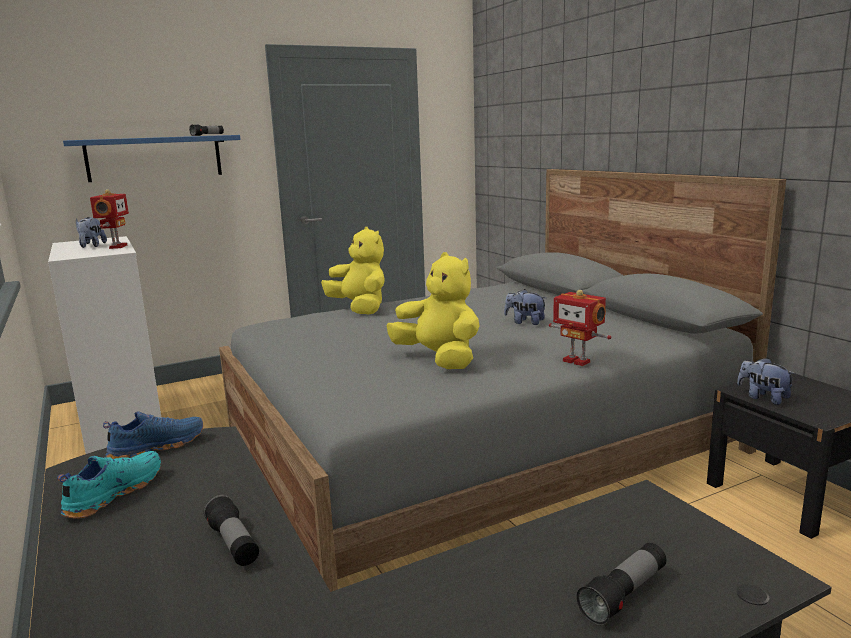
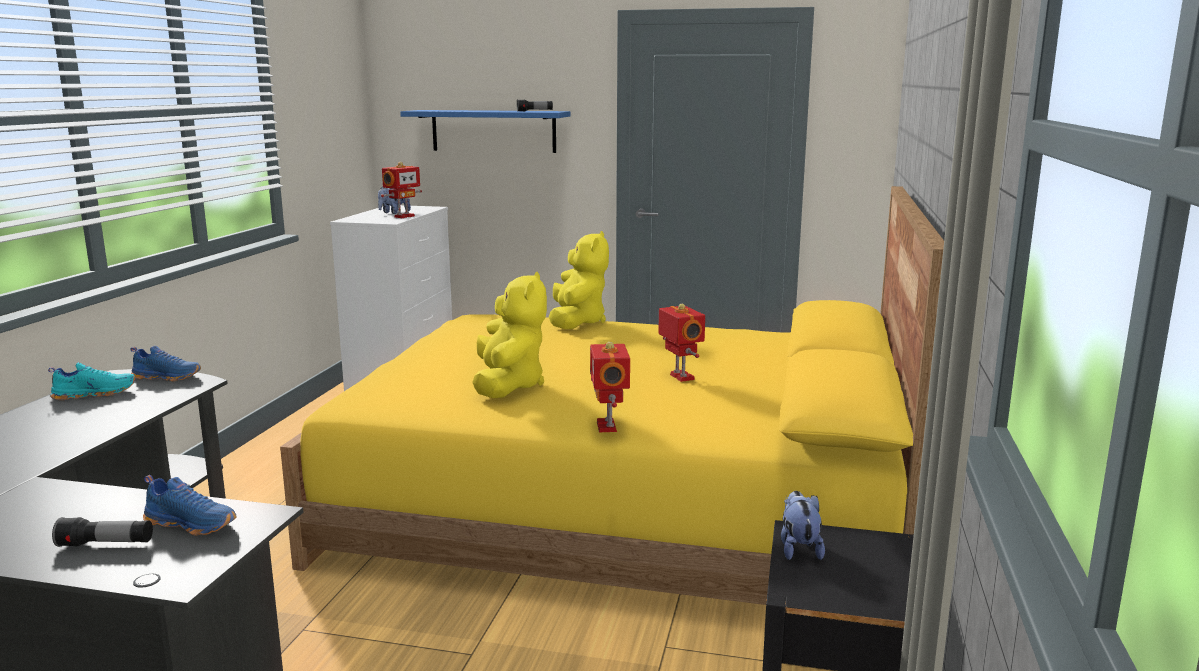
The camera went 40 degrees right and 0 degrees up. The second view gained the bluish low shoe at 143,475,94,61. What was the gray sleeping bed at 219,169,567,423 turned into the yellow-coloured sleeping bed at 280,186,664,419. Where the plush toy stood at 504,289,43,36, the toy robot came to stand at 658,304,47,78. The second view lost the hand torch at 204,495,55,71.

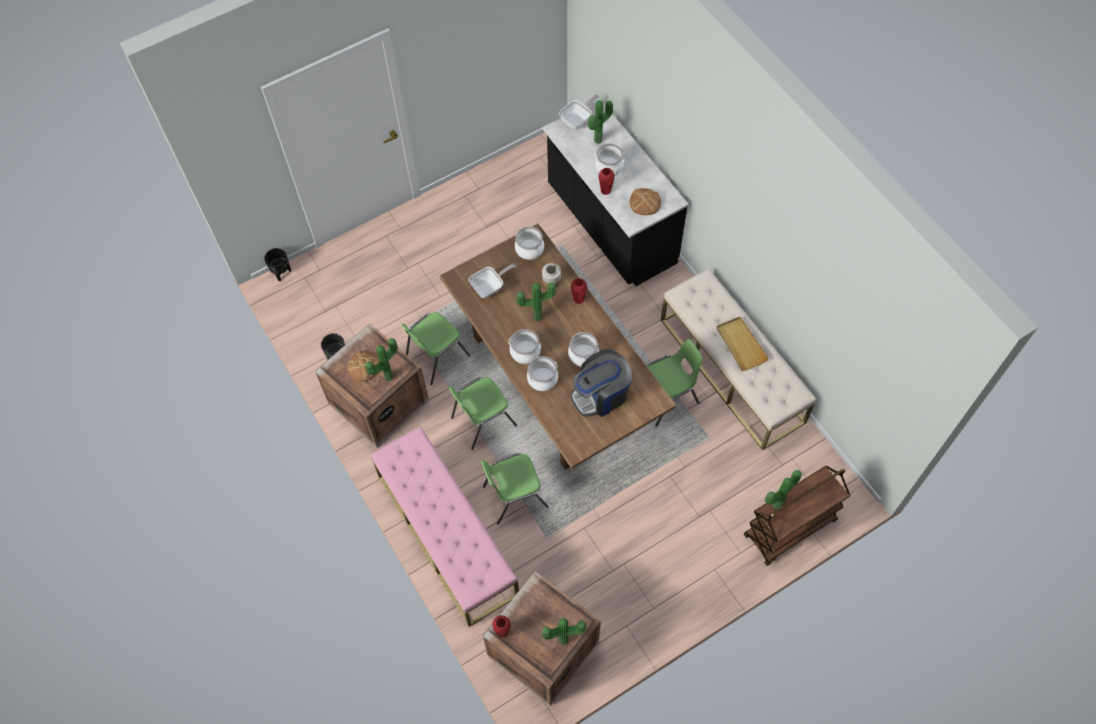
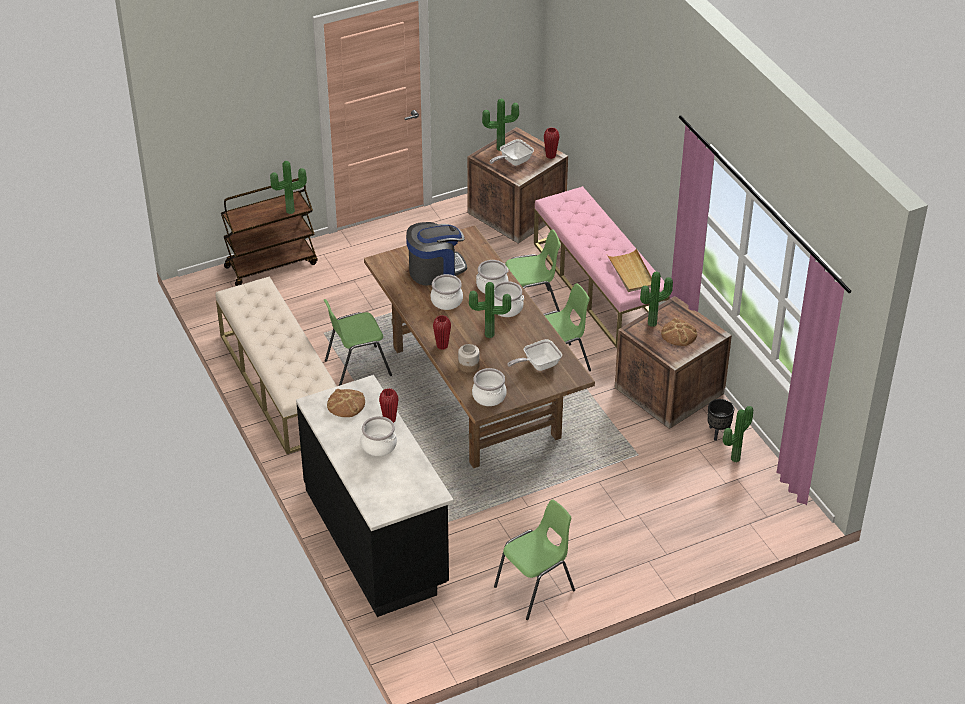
The camera went 175 degrees left and 20 degrees down. The pan ended up elsewhere, having gone from 559,94,40,35 to 490,139,44,27. The green-coloured upright chair ended up elsewhere, having gone from 401,312,69,73 to 494,499,81,121. The beige-coloured tray ended up elsewhere, having gone from 716,317,53,54 to 607,248,45,44. The plant in a pot ended up elsewhere, having gone from 588,100,25,44 to 723,406,30,56. The second view lost the blackish planter at 264,248,27,33.

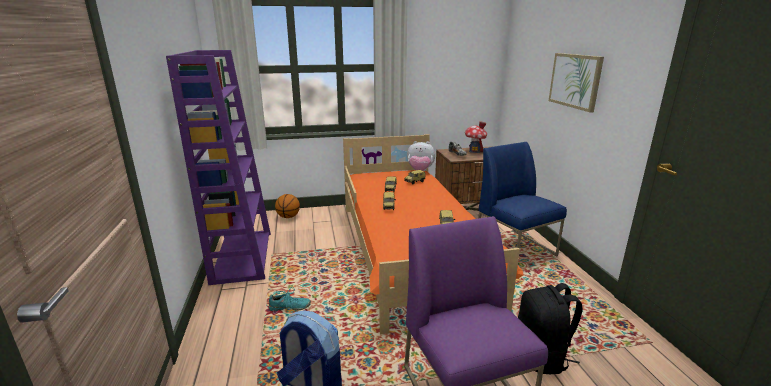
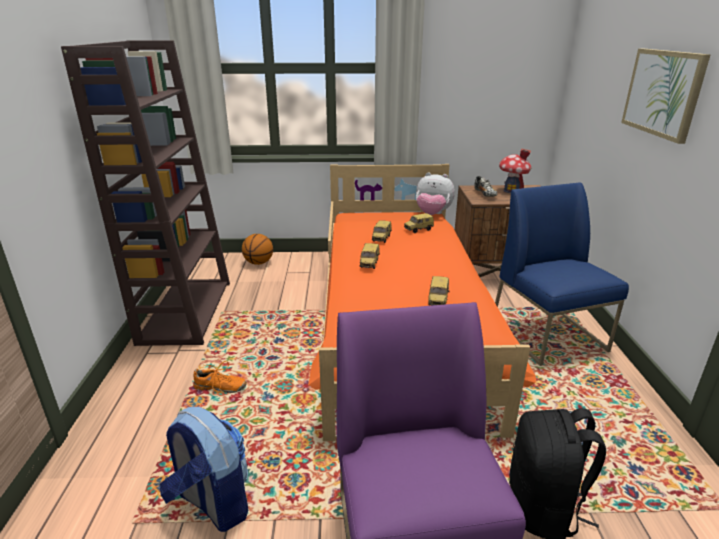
The camera went 10 degrees right and 5 degrees up. What was the purple-coloured shelving unit at 166,50,105,235 turned into the brownish shelving unit at 61,40,169,306. What was the turquoise-coloured low shoe at 269,287,42,24 turned into the orange-coloured low shoe at 193,361,54,32.

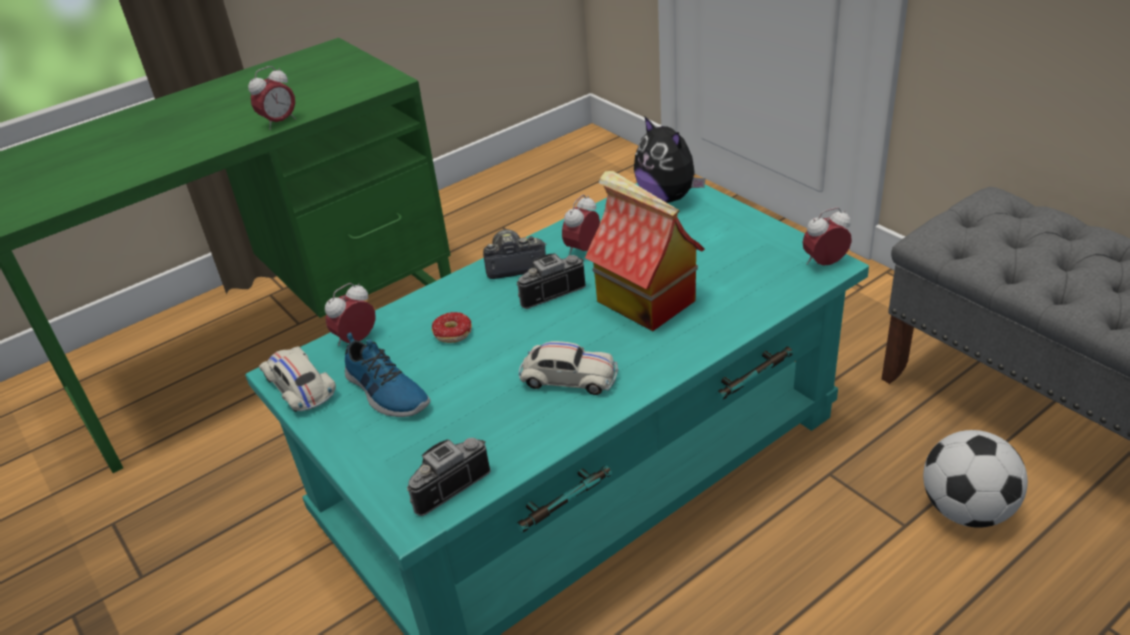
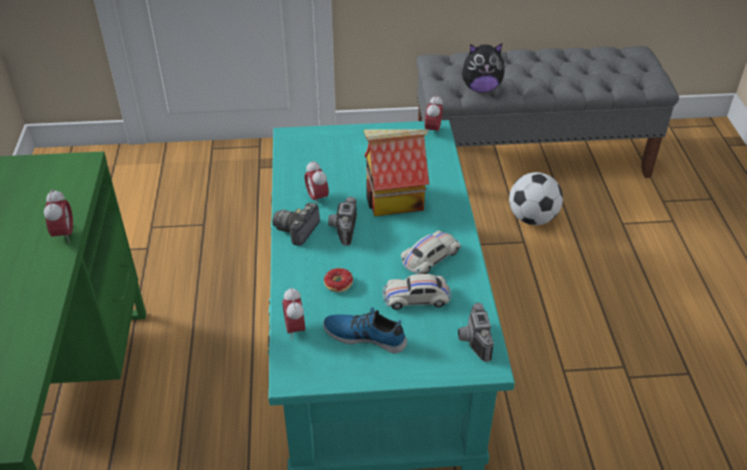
The camera went 60 degrees left and 5 degrees up. The low shoe at 345,333,86,84 ended up facing another way, 150 degrees counterclockwise from before. The white toy car ended up elsewhere, having gone from 259,347,77,65 to 382,274,69,36. The plush toy ended up elsewhere, having gone from 634,116,71,87 to 462,43,43,50.

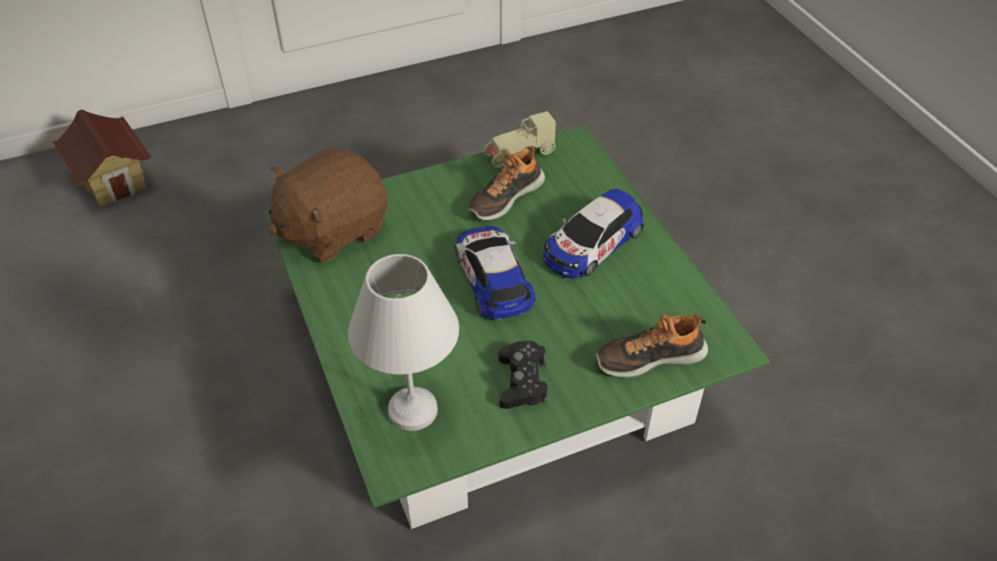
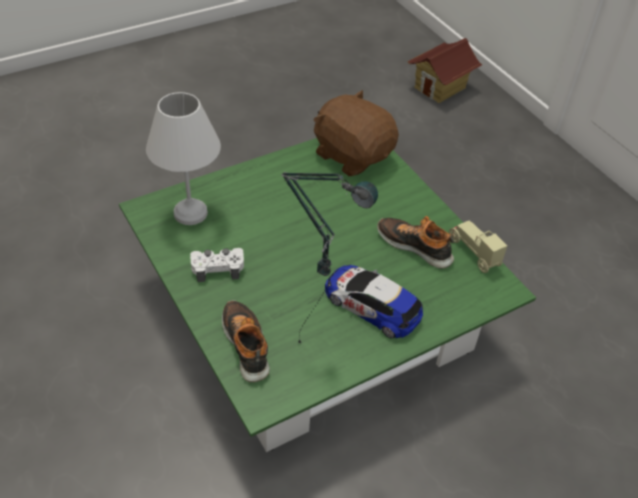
The camera went 80 degrees right and 0 degrees up. What was the blackish gamepad at 499,341,50,68 turned into the white gamepad at 190,248,54,34. The second view gained the table lamp at 281,172,97,173. The second view lost the toy car at 455,226,81,94.

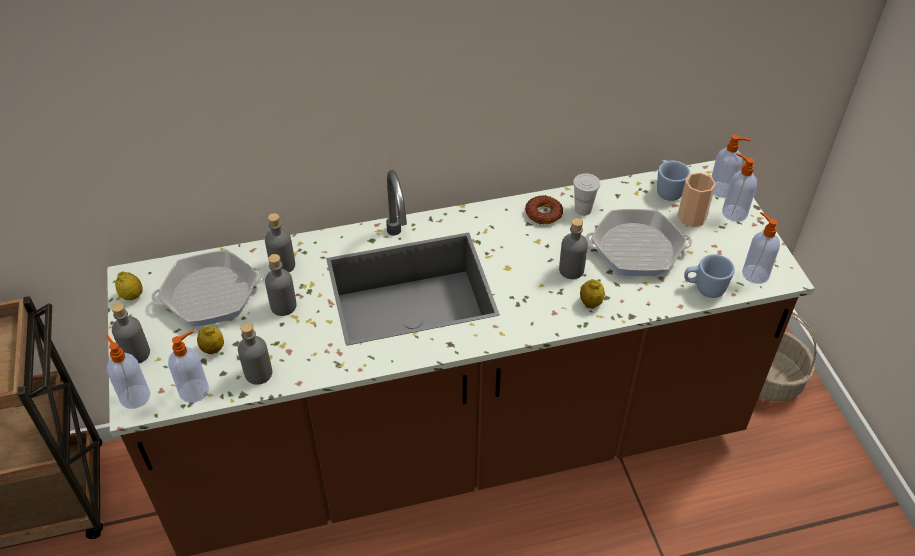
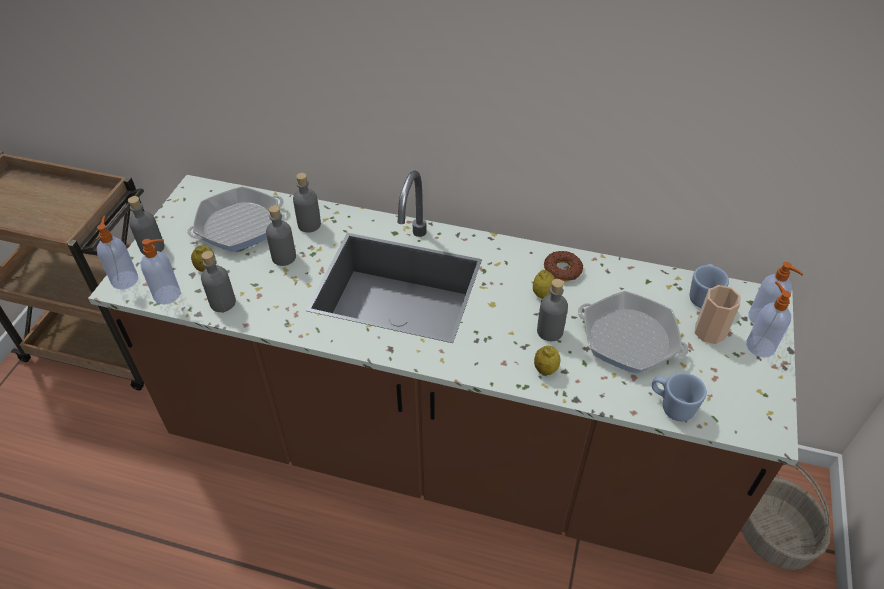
The camera went 30 degrees right and 0 degrees up. The pan at 151,250,113,77 ended up facing another way, 135 degrees clockwise from before. The citrus fruit ended up elsewhere, having gone from 115,271,28,29 to 533,269,22,30. The second view lost the white drinking cup at 573,173,27,43. The second view lost the soap dispenser at 742,212,38,72.

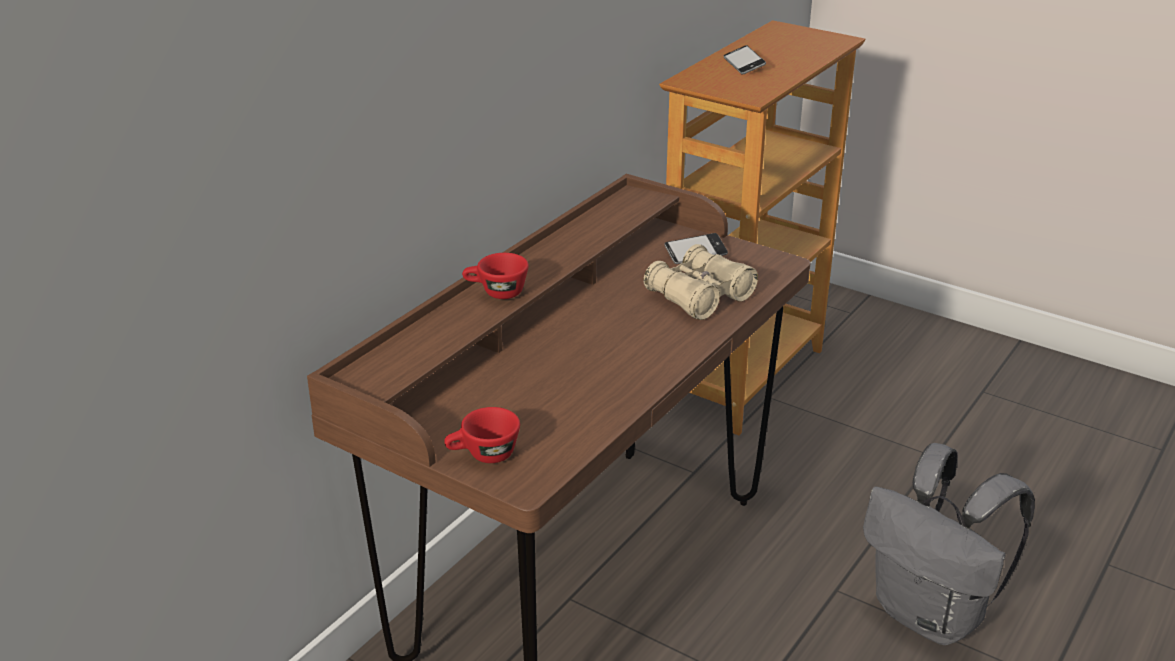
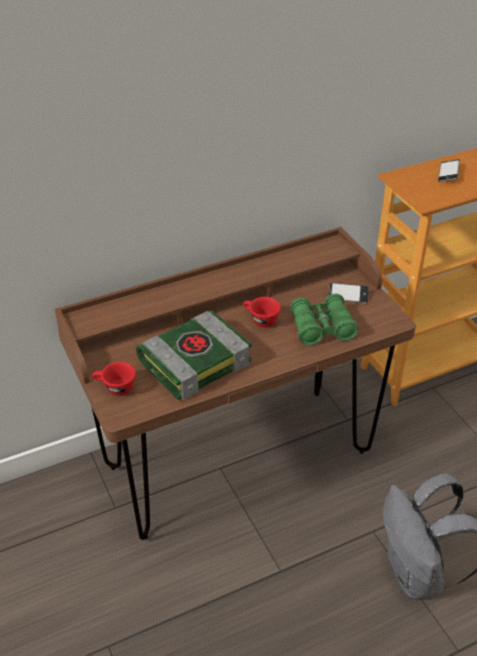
The camera went 30 degrees right and 10 degrees up. The second view gained the bound book at 136,311,116,89. The red-coloured drinking cup ended up elsewhere, having gone from 462,253,67,46 to 243,297,38,30. What was the beige-coloured field glasses at 644,244,114,76 turned into the green-coloured field glasses at 290,294,69,52.

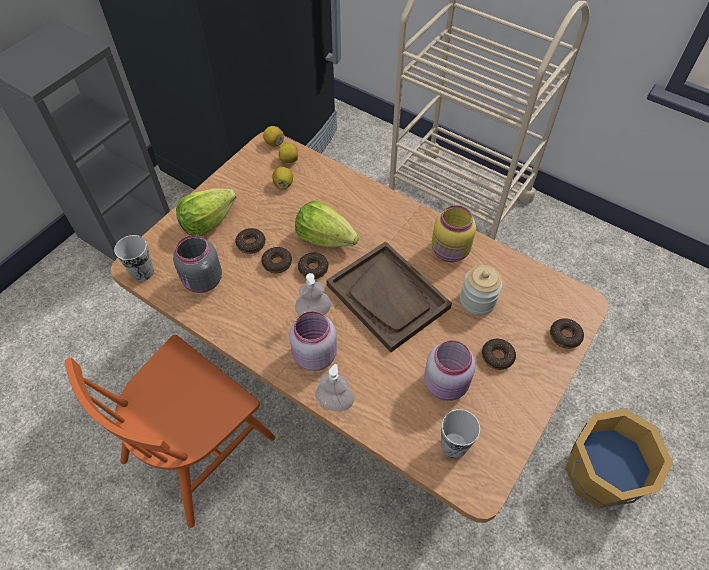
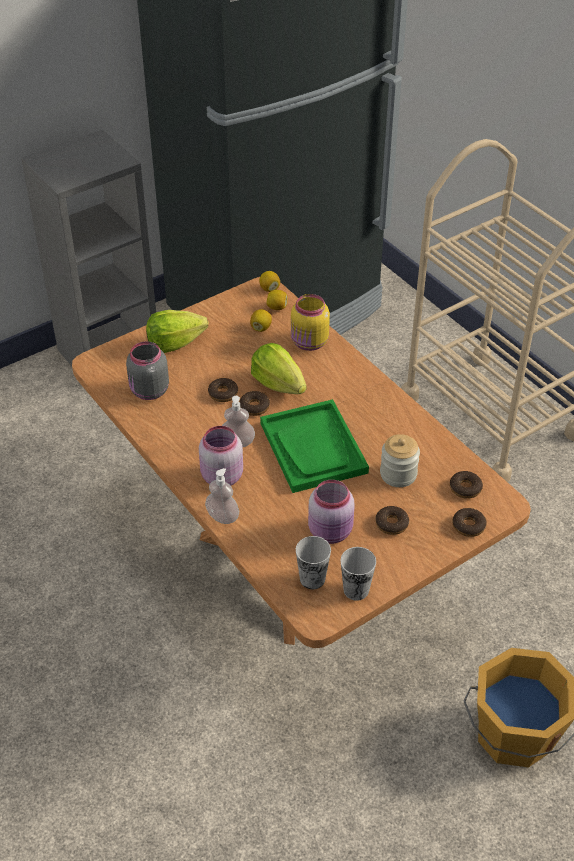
The camera went 20 degrees right and 10 degrees down. What was the brownish tray at 326,241,126,111 turned into the green-coloured tray at 260,399,109,94. The yellow-coloured jar ended up elsewhere, having gone from 432,205,44,57 to 291,294,39,57. The drinking cup ended up elsewhere, having gone from 114,235,40,46 to 340,547,36,54. The donut ended up elsewhere, having gone from 235,228,30,26 to 450,471,33,28. The second view lost the orange-coloured upright chair at 65,335,210,193.

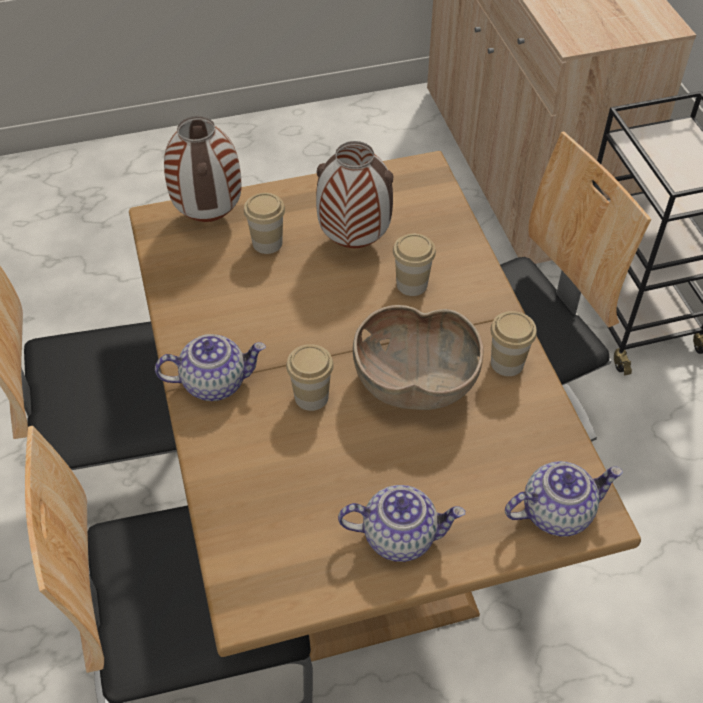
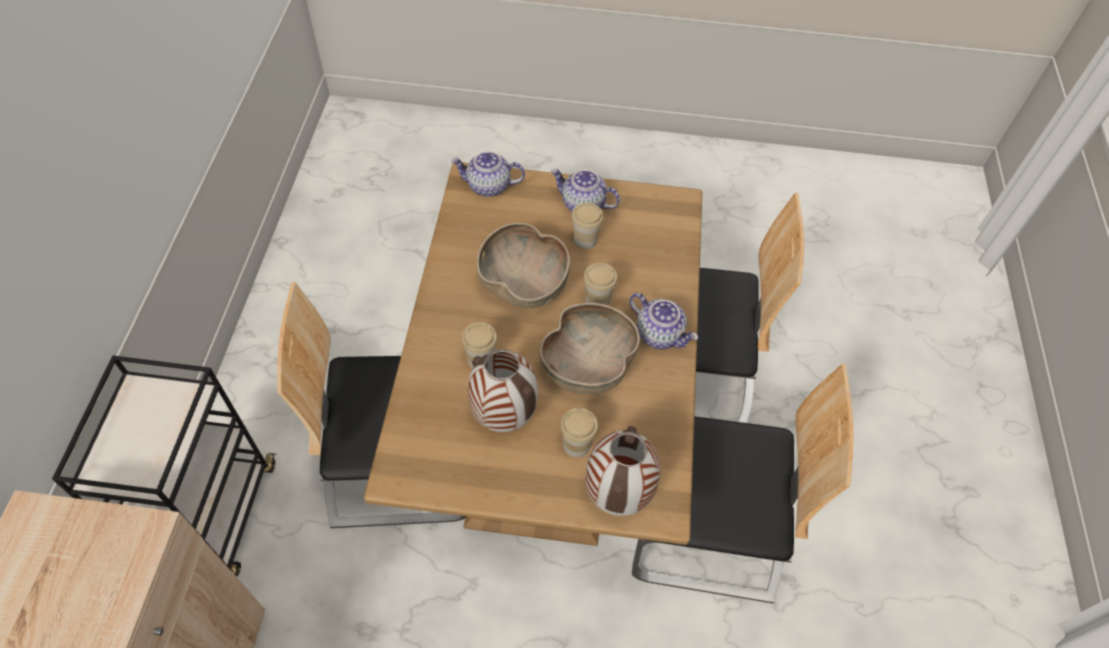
The camera went 160 degrees left and 5 degrees up. The second view gained the brownish deep dish at 539,303,101,92. The drinking cup ended up elsewhere, having gone from 490,311,47,65 to 571,203,33,46. The teapot at 155,334,111,67 ended up facing another way, 150 degrees counterclockwise from before.

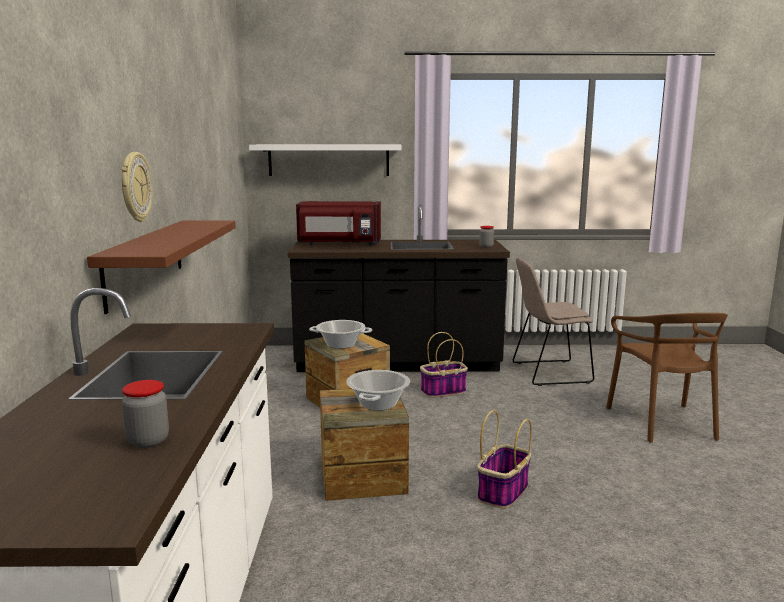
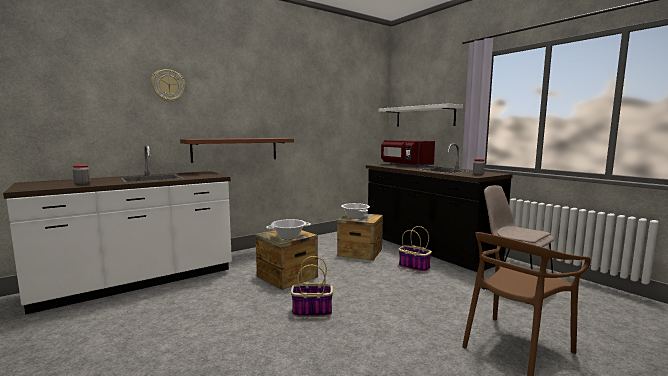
The camera went 55 degrees right and 5 degrees down. The wall clock ended up elsewhere, having gone from 121,152,32,70 to 151,69,34,33.

